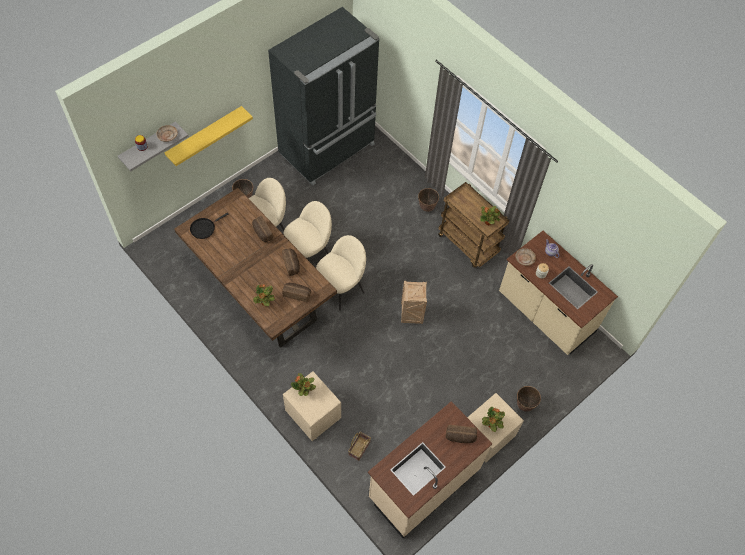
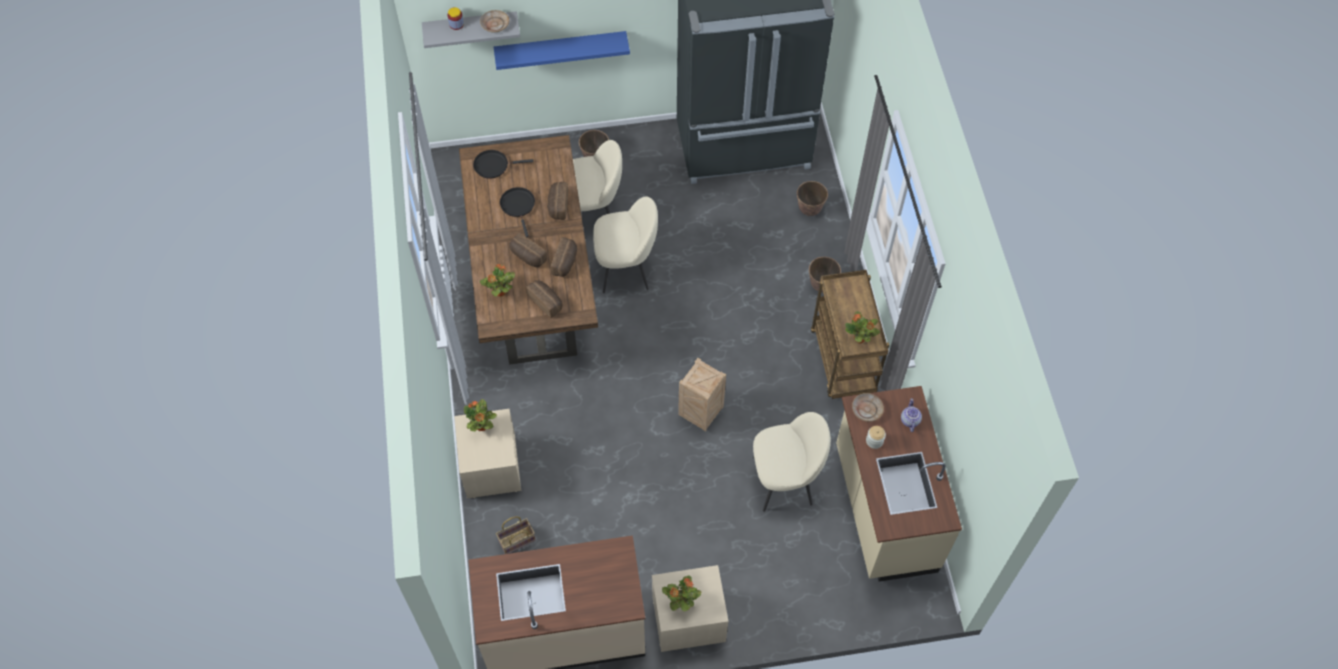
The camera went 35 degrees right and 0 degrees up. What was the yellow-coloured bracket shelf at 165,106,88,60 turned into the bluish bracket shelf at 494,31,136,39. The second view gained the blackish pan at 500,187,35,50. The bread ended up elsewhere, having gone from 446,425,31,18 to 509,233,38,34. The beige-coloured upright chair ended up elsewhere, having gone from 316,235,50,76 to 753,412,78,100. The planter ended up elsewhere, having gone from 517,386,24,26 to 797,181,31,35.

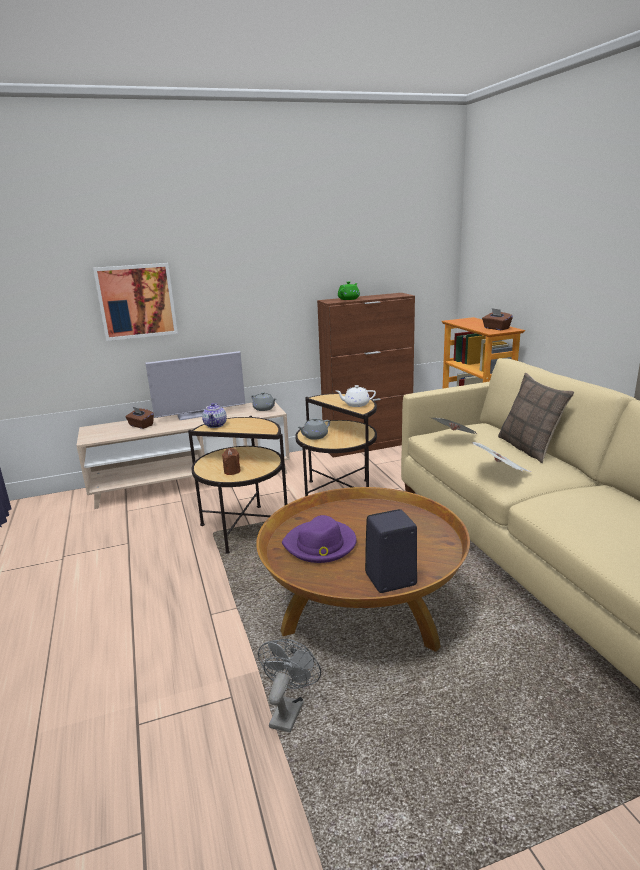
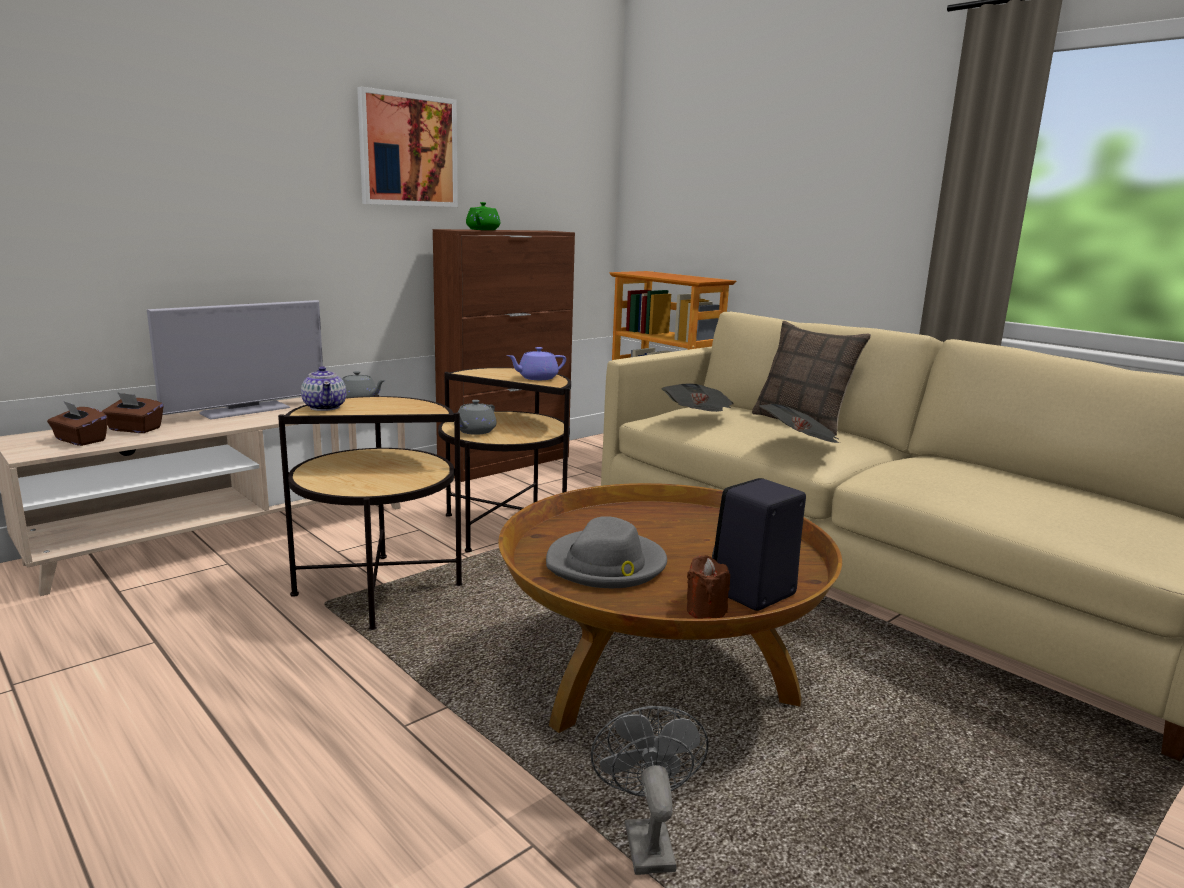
The camera went 25 degrees left and 5 degrees down. The brownish tissue box ended up elsewhere, having gone from 482,308,31,22 to 47,401,61,45. The picture ended up elsewhere, having gone from 93,263,85,78 to 357,86,101,121. What was the white teapot at 336,385,40,22 turned into the purple-coloured teapot at 507,347,59,33. What was the purple-coloured hat at 282,515,75,48 turned into the gray hat at 546,516,121,72. The brownish wax candle ended up elsewhere, having gone from 222,448,19,27 to 687,555,43,64.

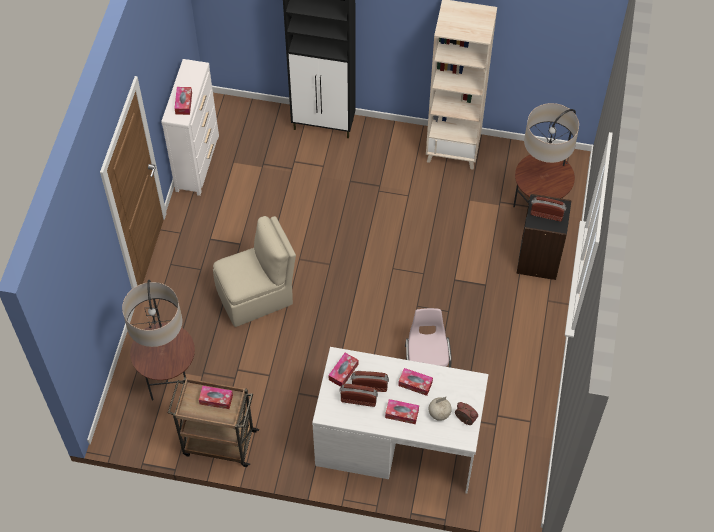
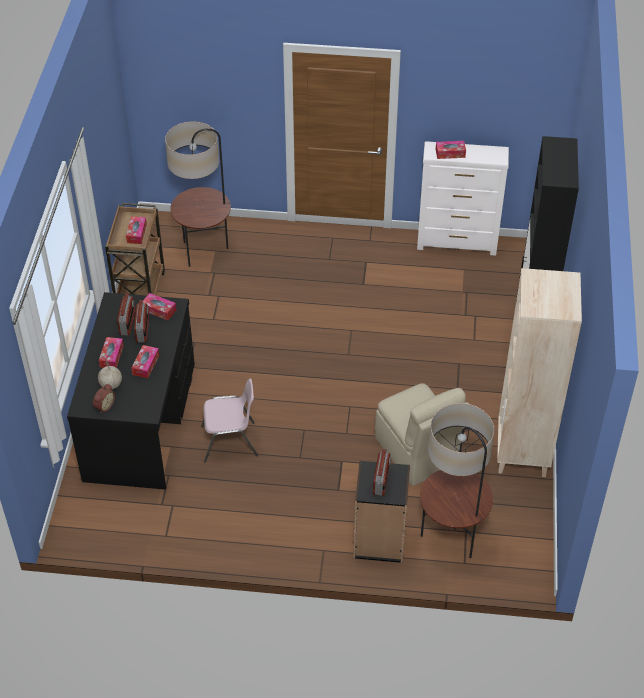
The camera went 85 degrees right and 10 degrees down. What was the white desk unit at 312,347,177,147 turned into the blackish desk unit at 67,292,128,198. The beige-coloured upright chair ended up elsewhere, having gone from 213,216,83,111 to 375,383,94,103.

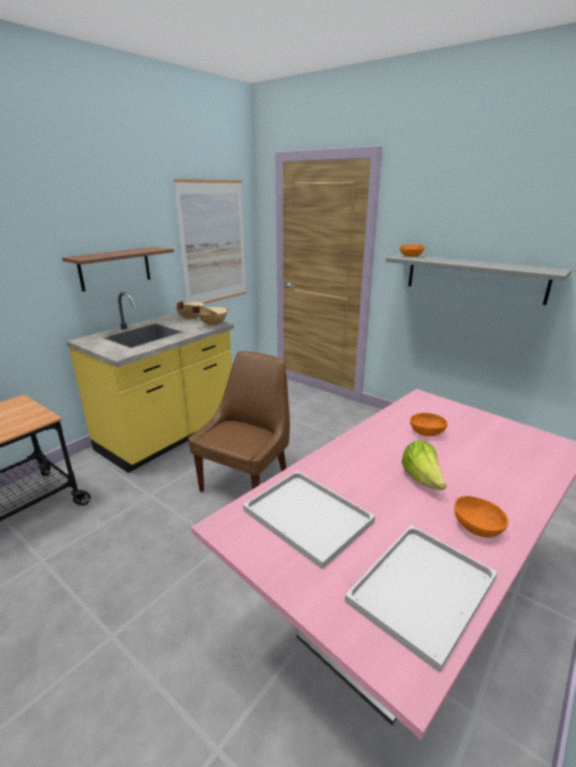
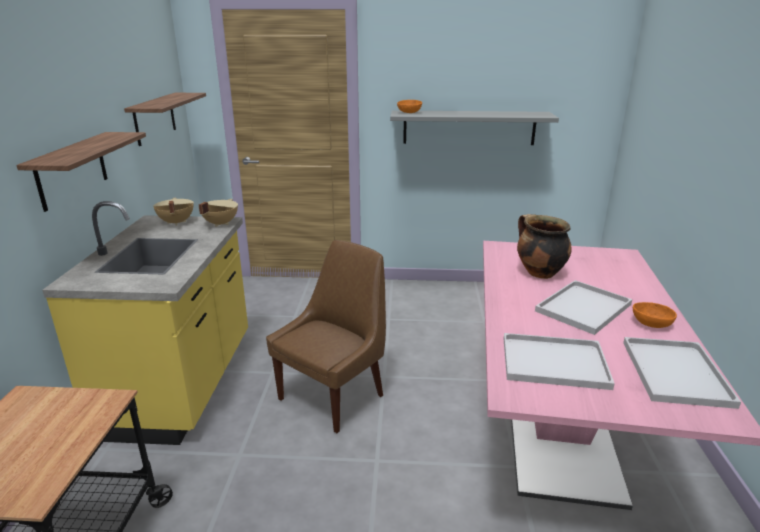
The camera went 35 degrees left and 0 degrees up. Where the picture hung at 174,179,73,125, the bracket shelf came to hang at 124,93,82,53. The brownish upright chair at 188,351,102,141 ended up facing another way, 45 degrees clockwise from before. Where the orange-coloured deep dish stood at 410,413,38,23, the stockpot came to stand at 517,214,55,65. Where the head of lettuce stood at 402,440,44,50, the white tray came to stand at 535,280,97,55.

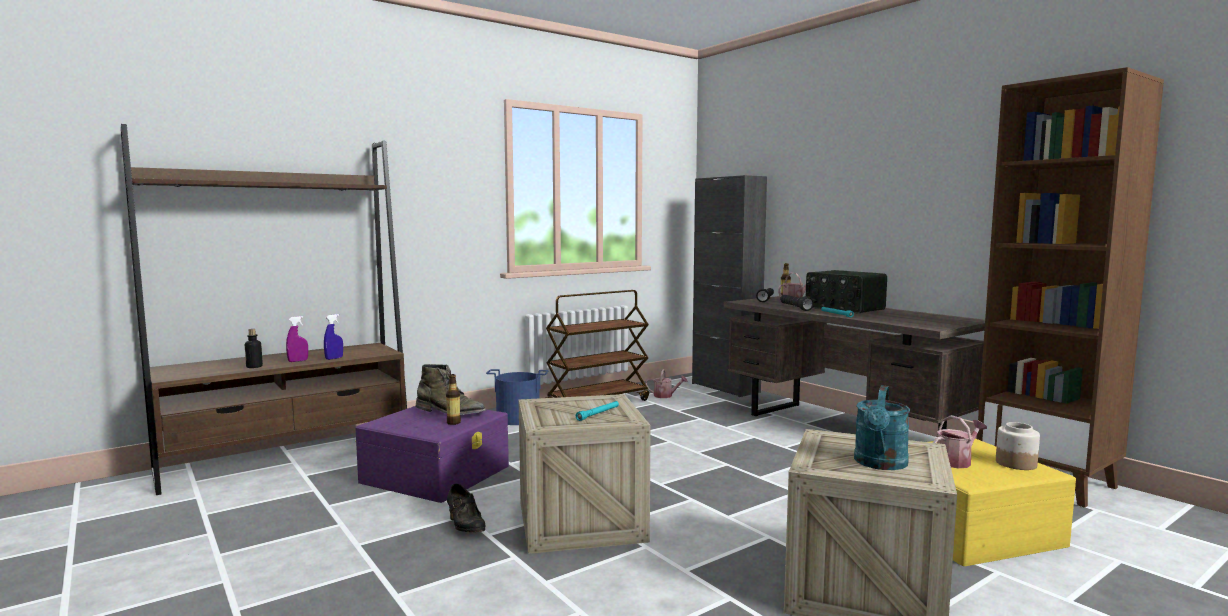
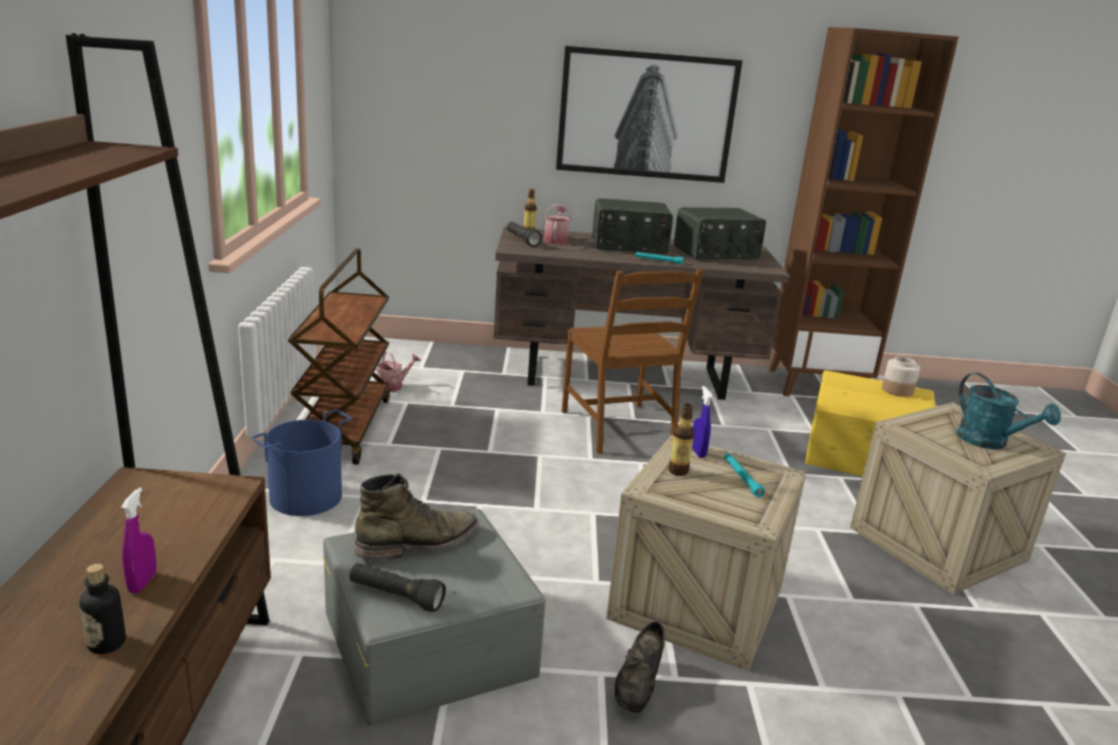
The camera went 55 degrees left and 15 degrees up. What was the purple-coloured storage bin at 355,406,154,97 turned into the gray storage bin at 323,509,223,217. The blackish hand torch ended up elsewhere, having gone from 780,295,34,16 to 350,563,96,49. The second view gained the picture at 556,46,187,137. The second view gained the brownish upright chair at 562,269,141,185. The blackish low shoe at 447,483,38,49 ended up facing another way, 105 degrees clockwise from before. The bottle ended up elsewhere, having gone from 446,374,15,51 to 668,404,26,72. The second view gained the radio receiver at 674,207,92,54. The bluish sprayer ended up elsewhere, having gone from 324,314,19,46 to 692,386,21,72. The second view lost the blackish storage cabinet at 692,175,75,222. The second view lost the watering can at 933,415,54,53.

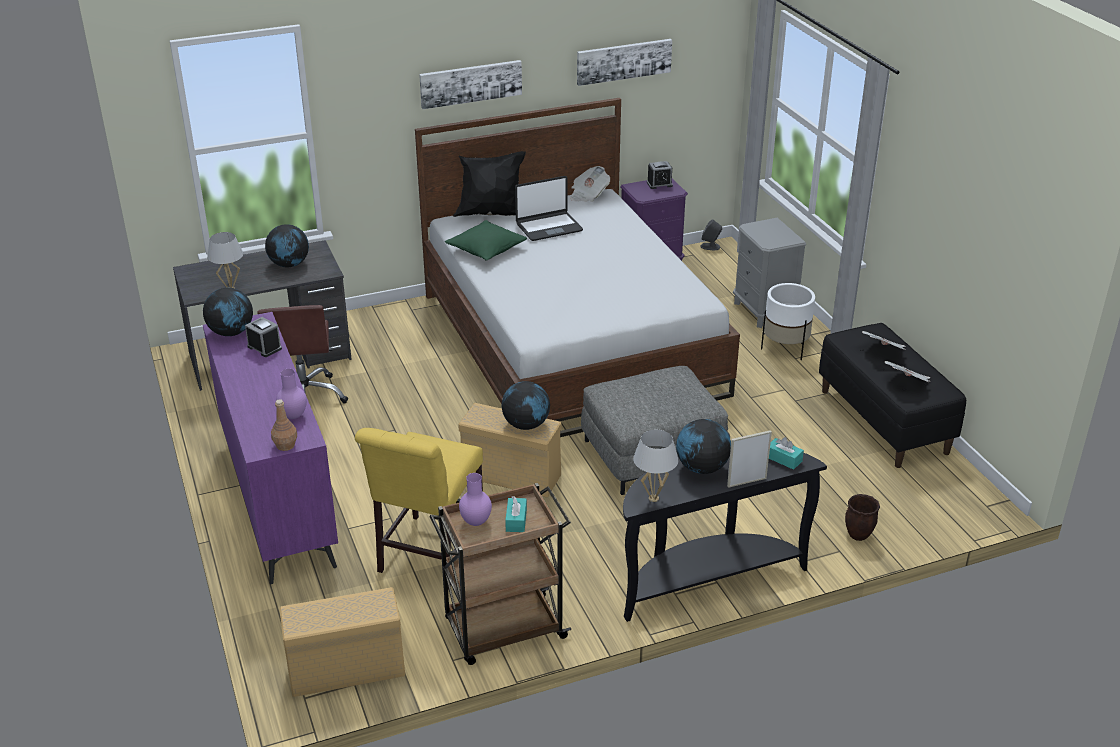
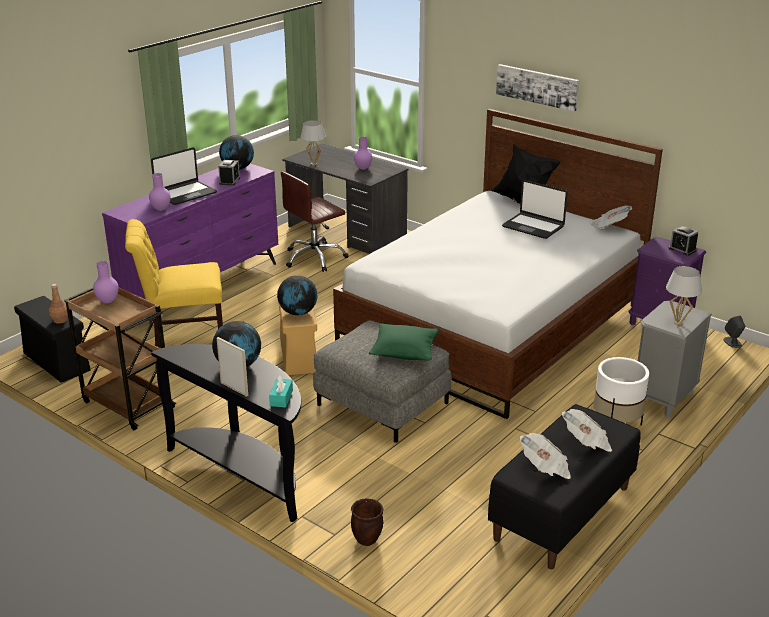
The camera went 60 degrees right and 5 degrees down. What was the beige-coloured storage bin at 280,587,125,110 turned into the blackish storage bin at 14,296,77,87. The brownish bottle ended up elsewhere, having gone from 271,399,26,52 to 49,284,19,40. The second view gained the laptop at 151,147,66,58. Where the desk globe stood at 265,224,44,43, the purple-coloured vase came to stand at 354,137,18,33. The green-coloured throw pillow ended up elsewhere, having gone from 445,220,82,41 to 369,323,71,38. The white table lamp ended up elsewhere, having gone from 633,430,45,72 to 666,266,36,59. The second view lost the turquoise-coloured tissue box at 505,496,22,36. The second view lost the picture at 577,39,95,47.

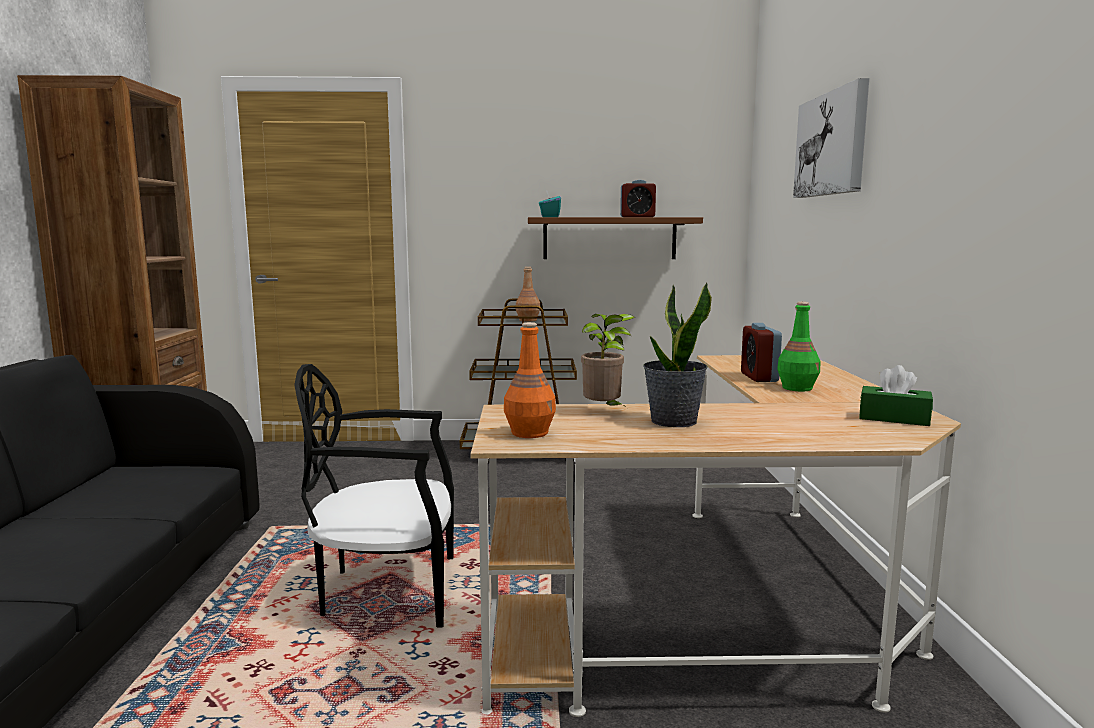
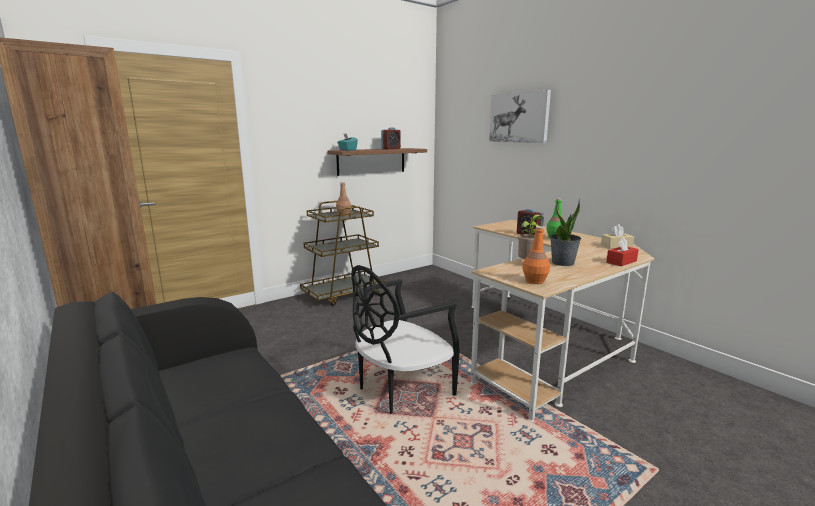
The camera went 35 degrees left and 5 degrees up. What was the green-coloured tissue box at 859,365,74,61 turned into the beige-coloured tissue box at 601,224,33,25. The second view gained the red-coloured tissue box at 606,237,33,29.

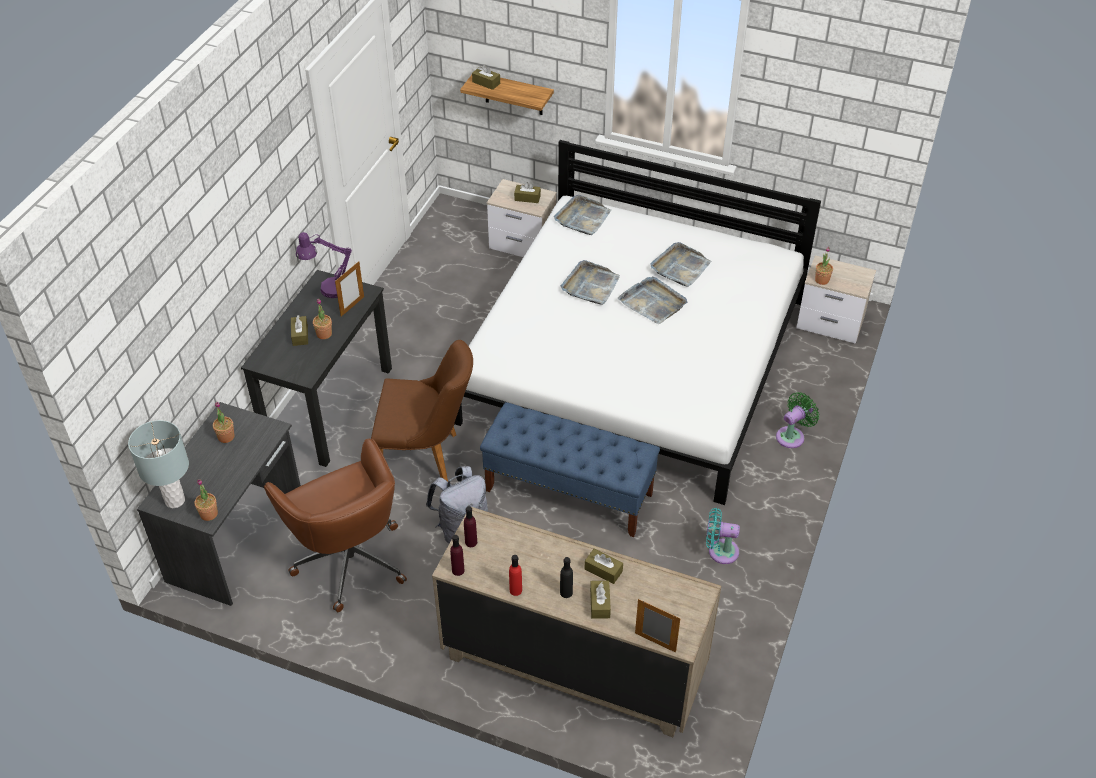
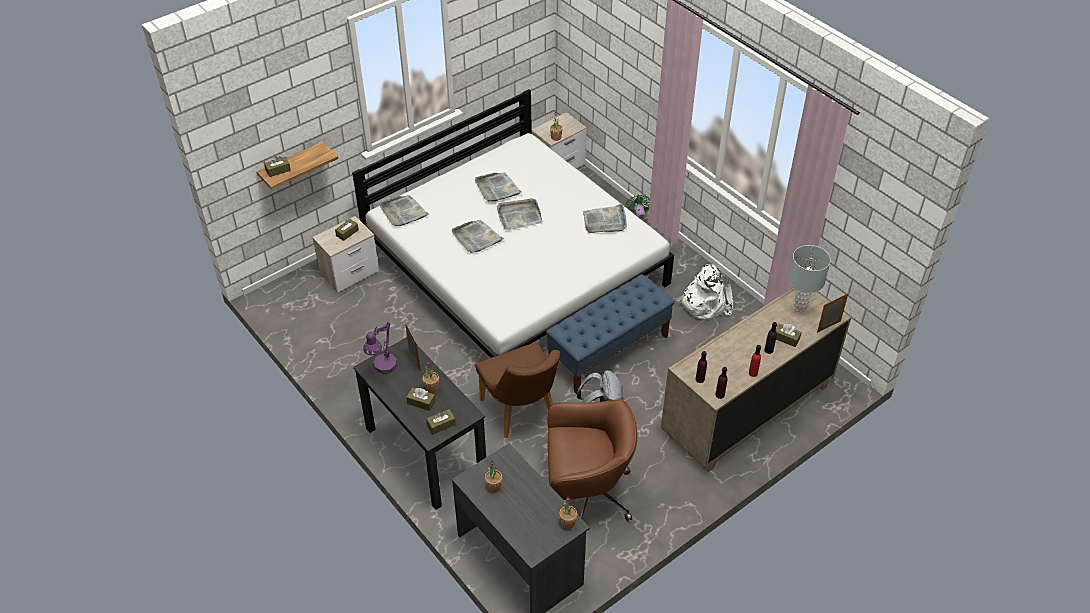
The camera went 60 degrees left and 0 degrees up. The brownish tissue box ended up elsewhere, having gone from 585,549,38,35 to 426,409,30,26. The brownish upright chair at 371,340,102,141 ended up facing another way, 120 degrees clockwise from before. The second view gained the gray tray at 583,204,44,29. Where the turquoise-coloured fan stood at 706,508,34,56, the white rucksack came to stand at 679,264,54,56. The gray table lamp ended up elsewhere, having gone from 128,420,61,88 to 788,245,43,67.

